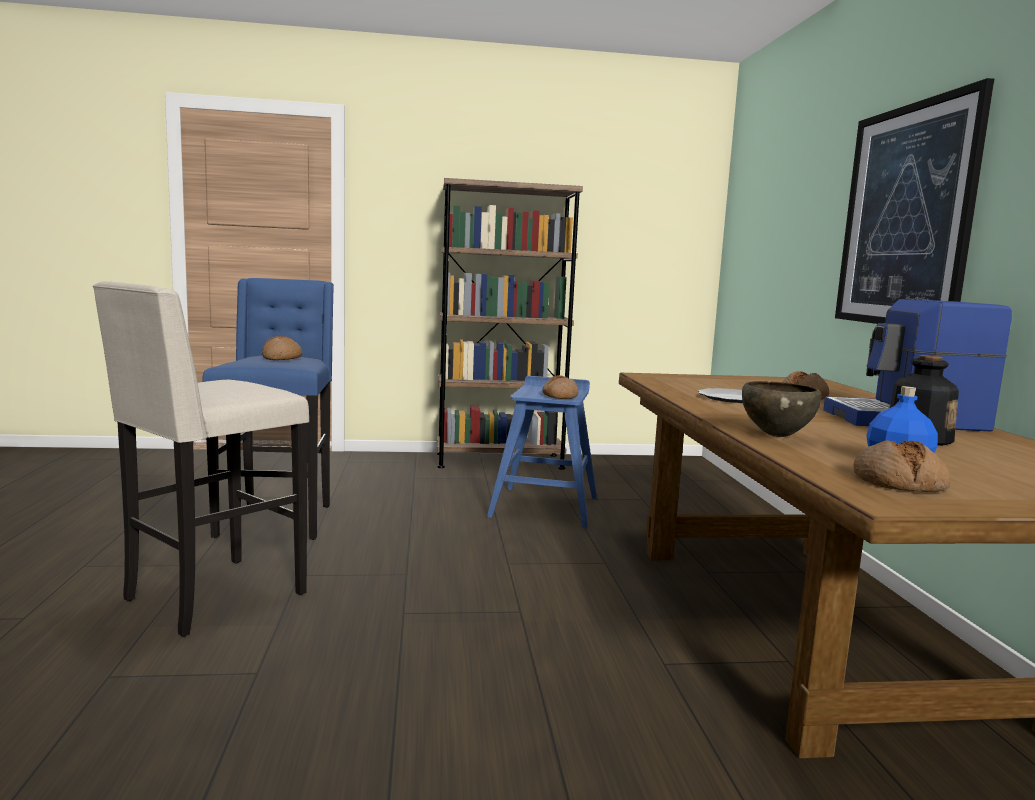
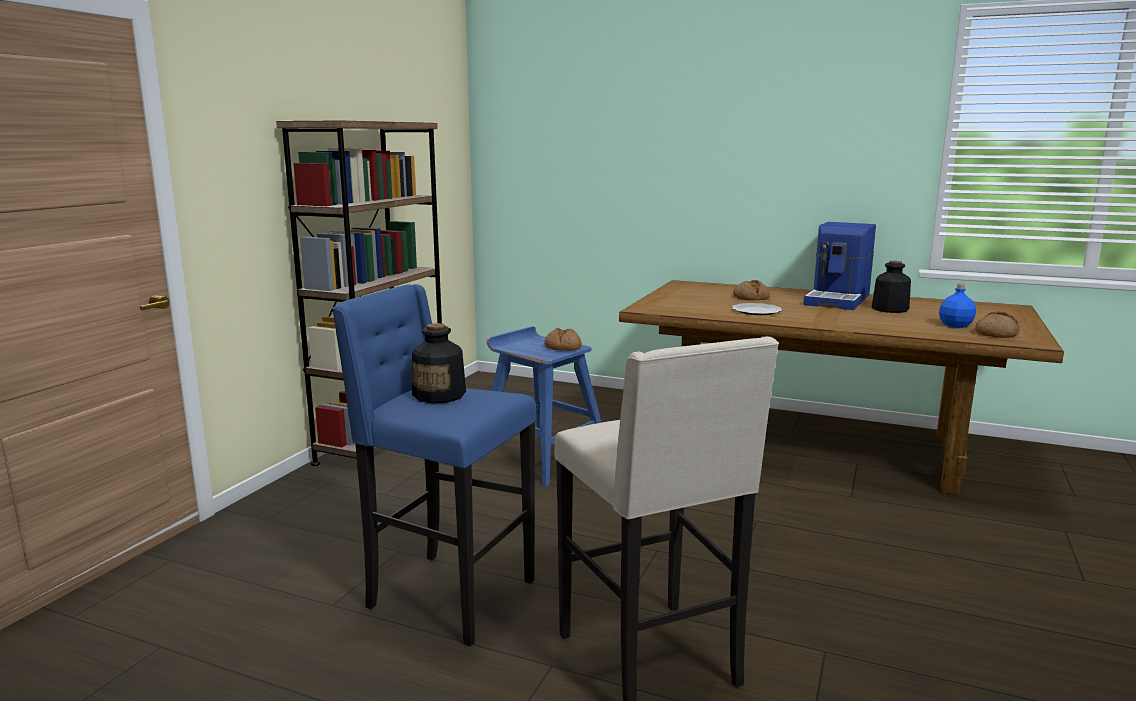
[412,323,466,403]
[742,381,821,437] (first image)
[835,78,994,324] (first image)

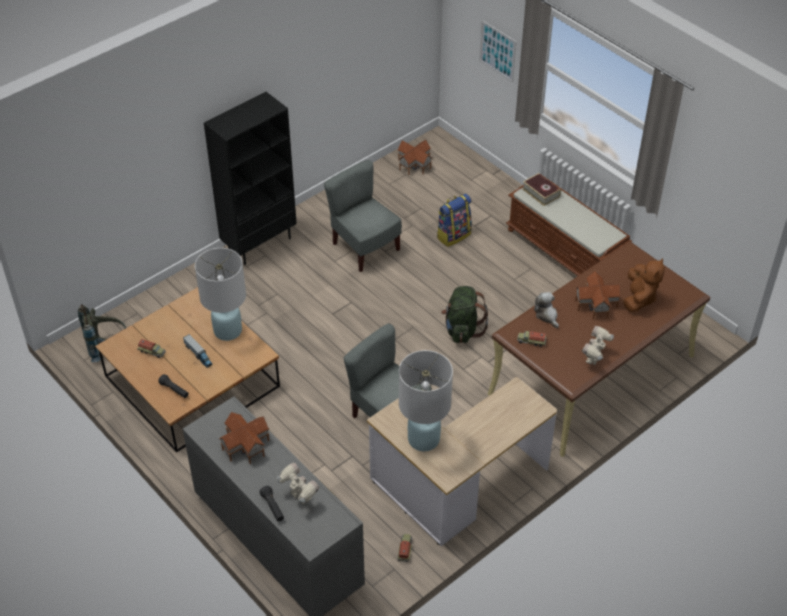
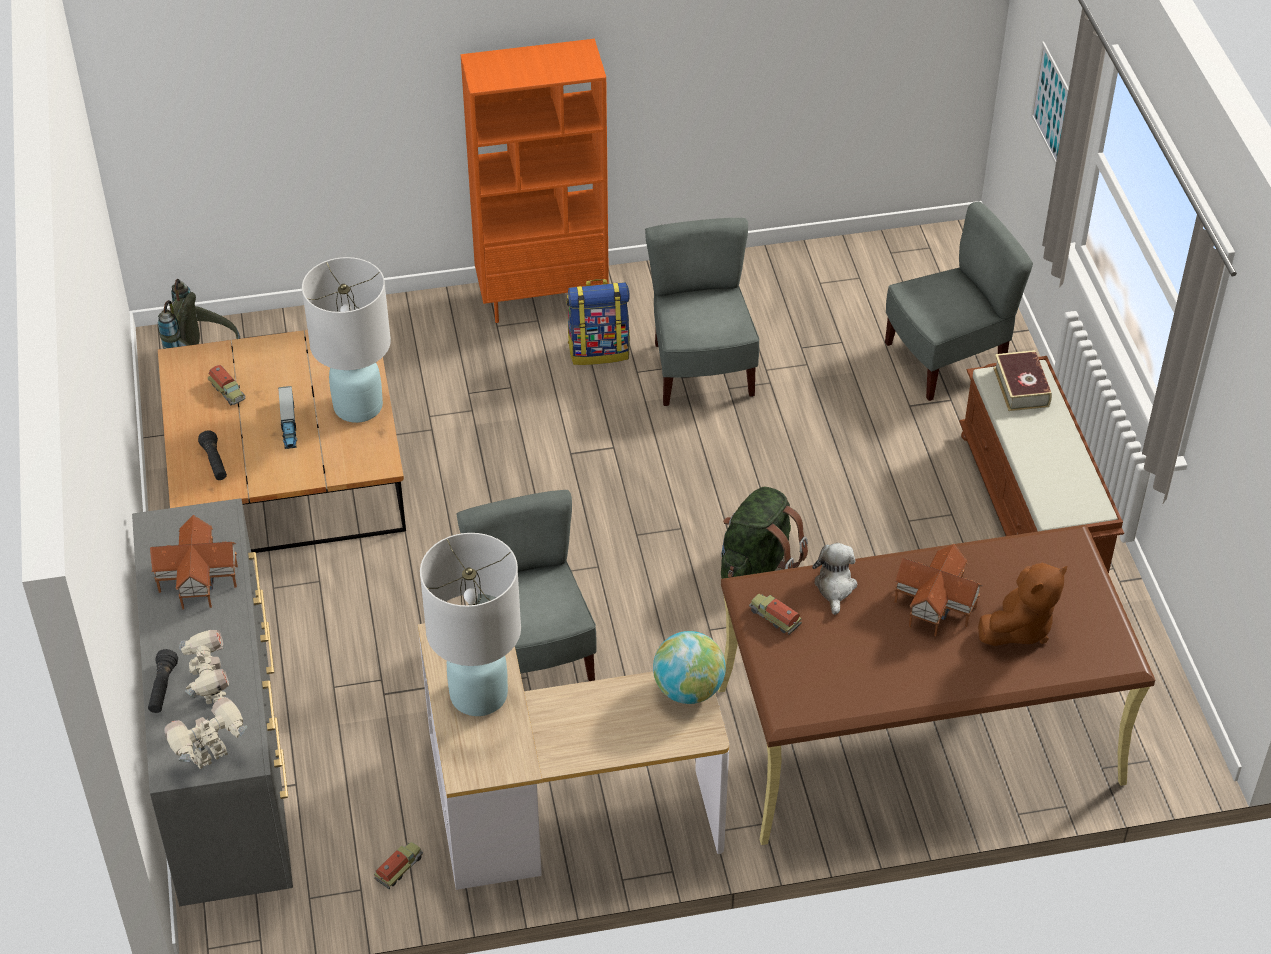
[460,39,609,323]
[398,140,432,175] (first image)
[567,279,630,365]
[164,697,248,769]
[653,631,726,704]
[885,202,1033,401]

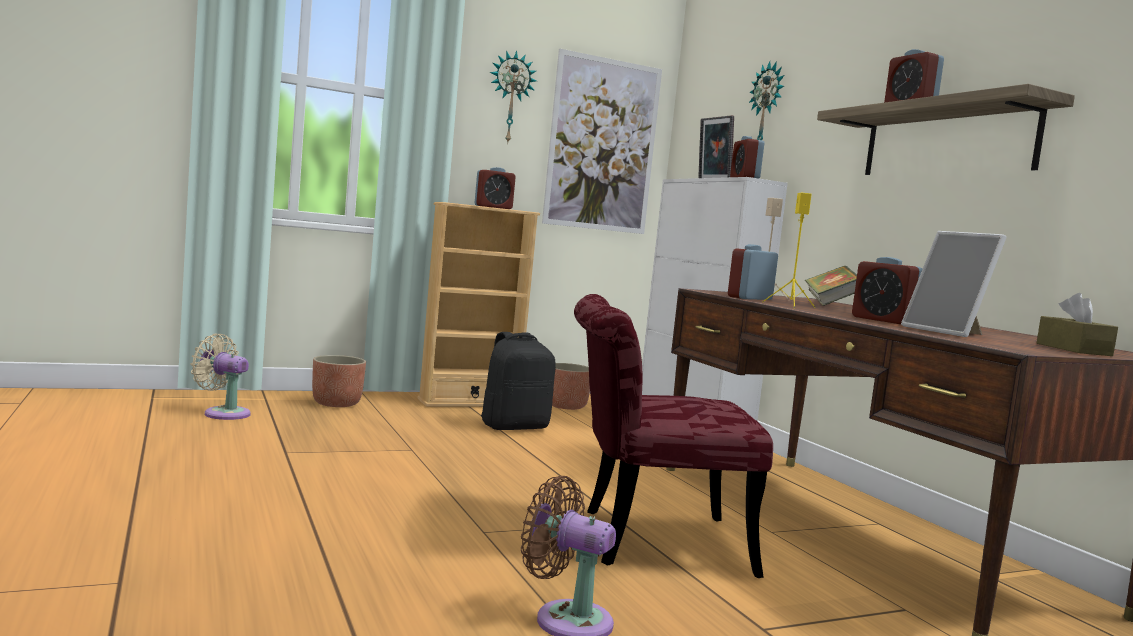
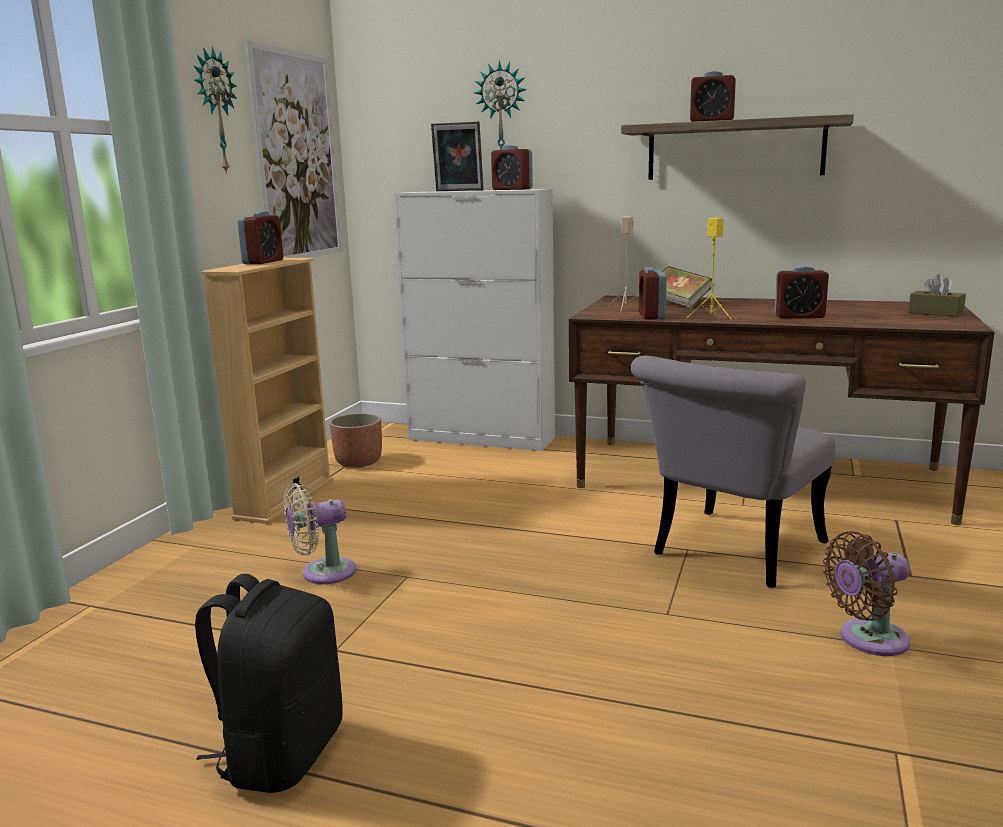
[284,483,356,584]
[312,355,366,407] (first image)
[195,574,343,793]
[631,356,836,588]
[901,231,1007,337] (first image)

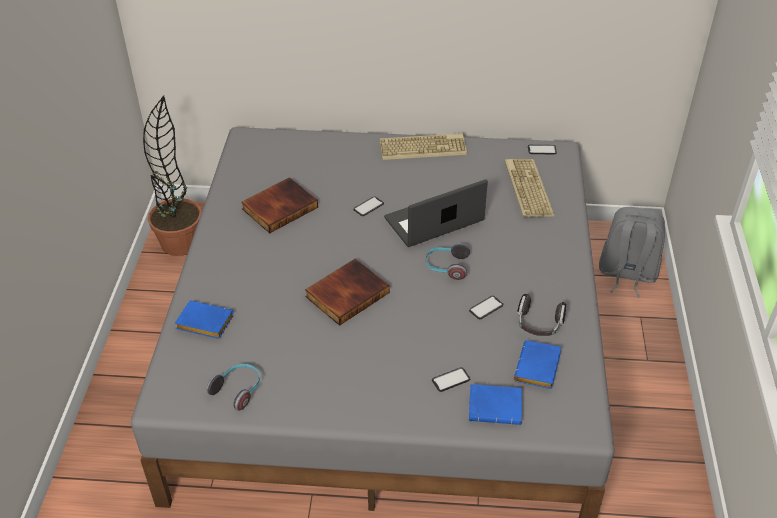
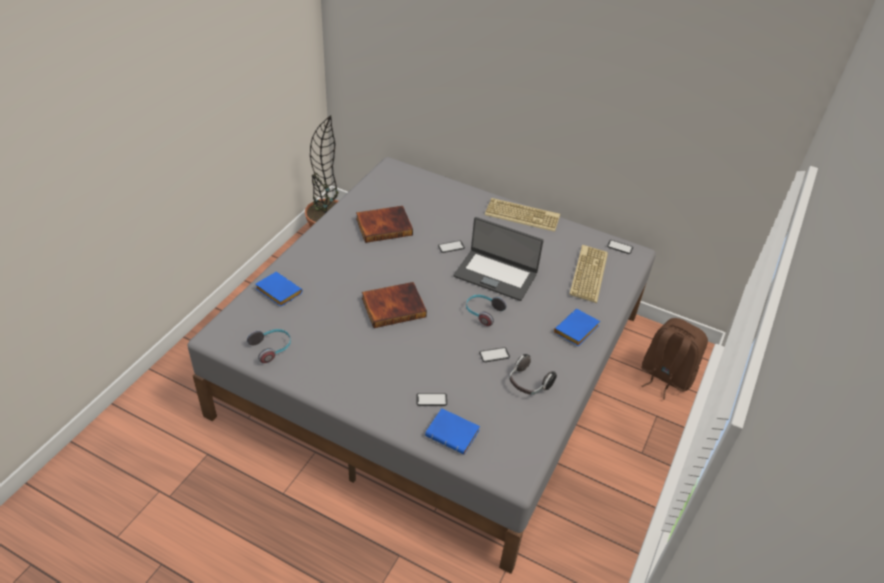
[454,217,544,301]
[554,309,600,346]
[642,318,708,400]

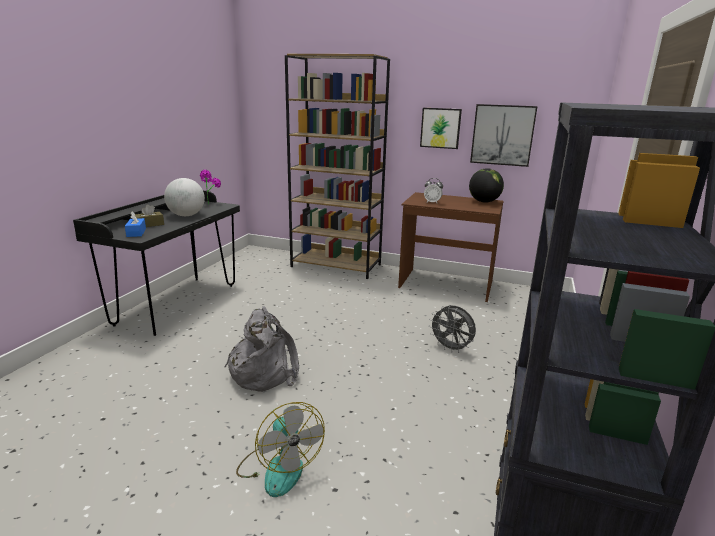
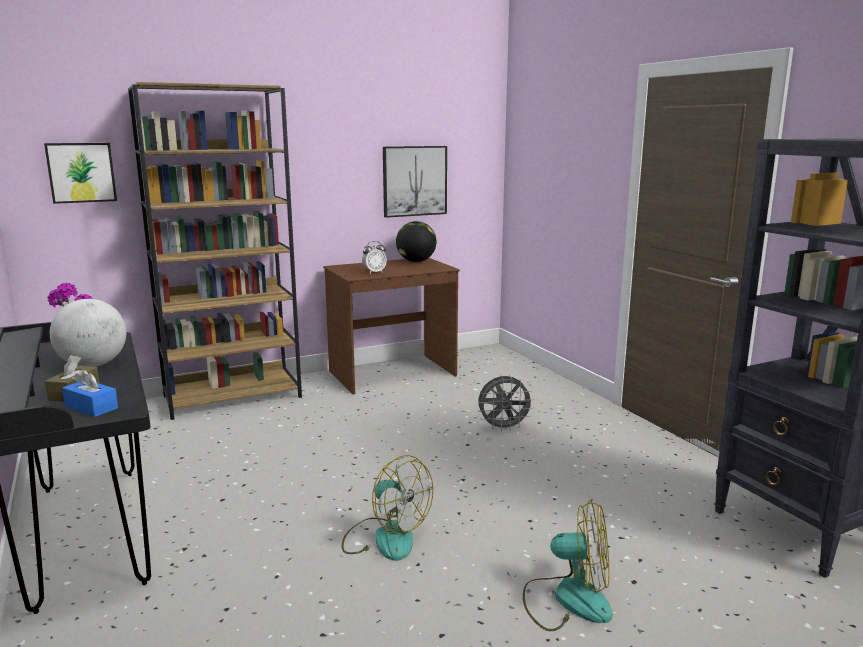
[342,455,433,561]
[44,143,117,204]

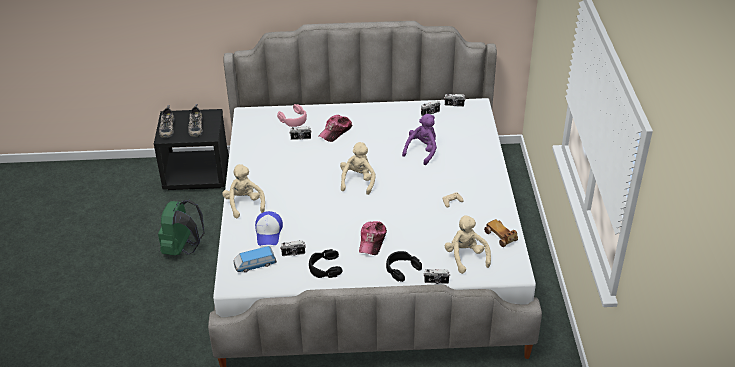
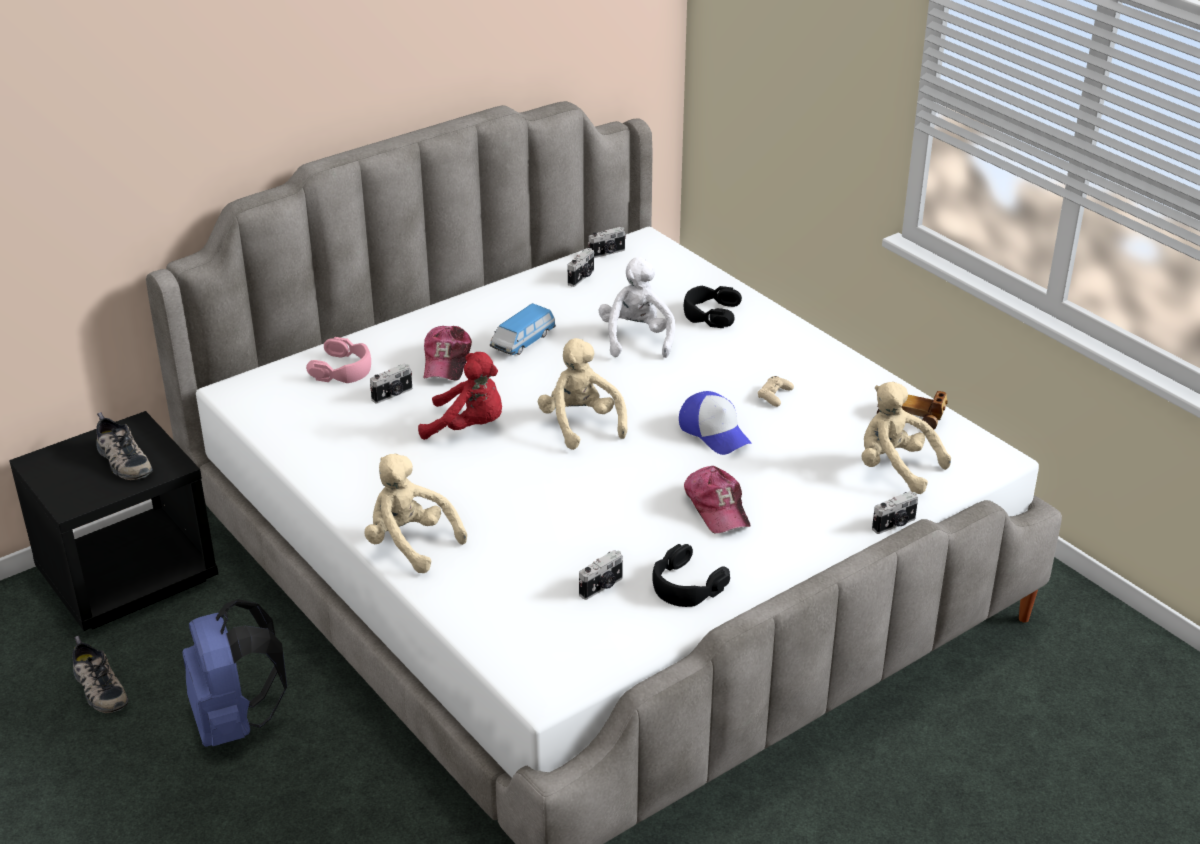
[182,599,287,747]
[73,636,128,713]
[490,303,556,355]
[679,391,752,455]
[684,286,742,328]
[599,257,675,358]
[418,352,502,440]

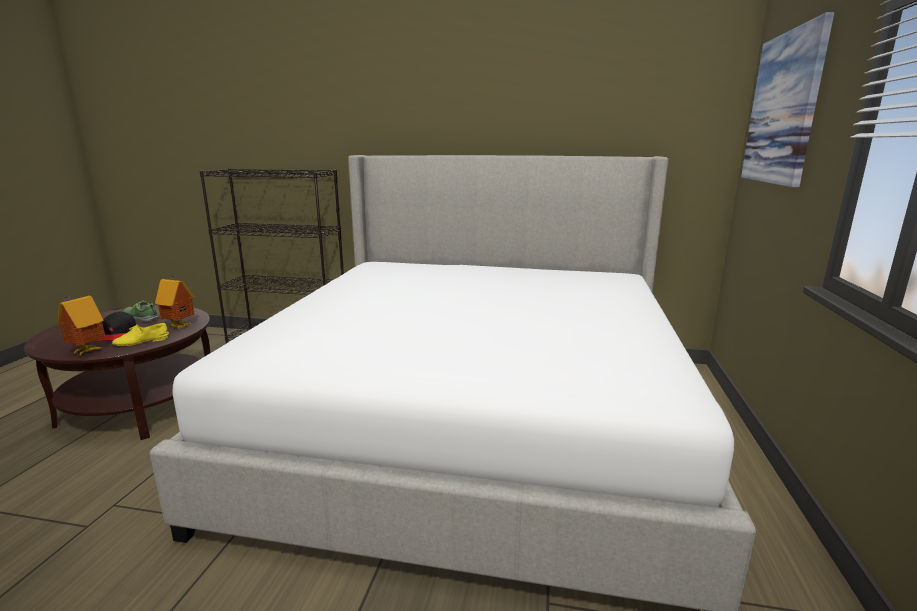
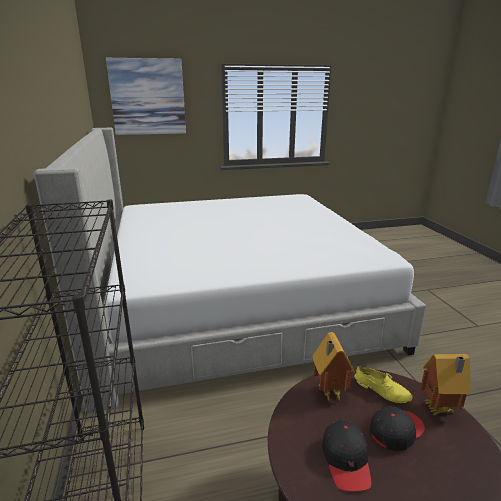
[322,420,371,492]

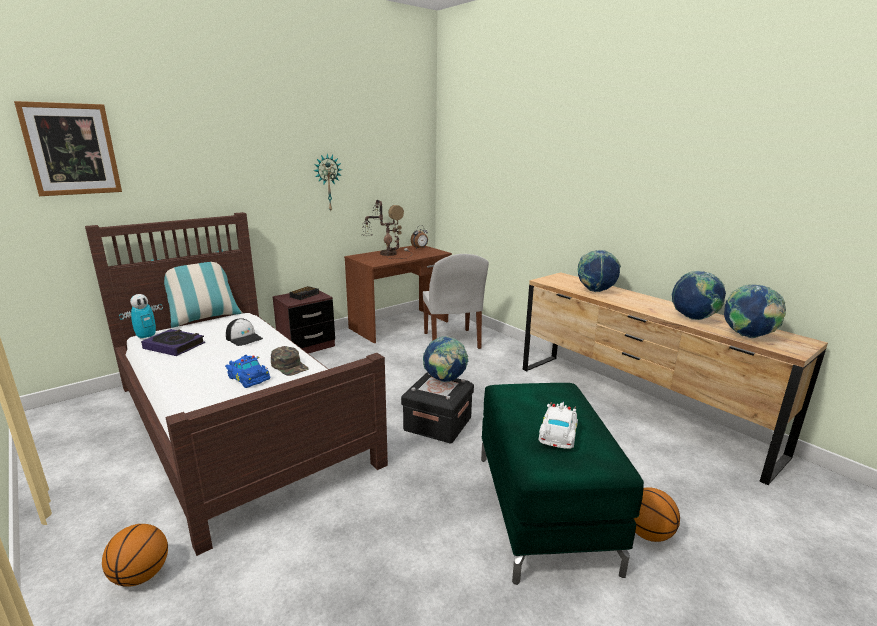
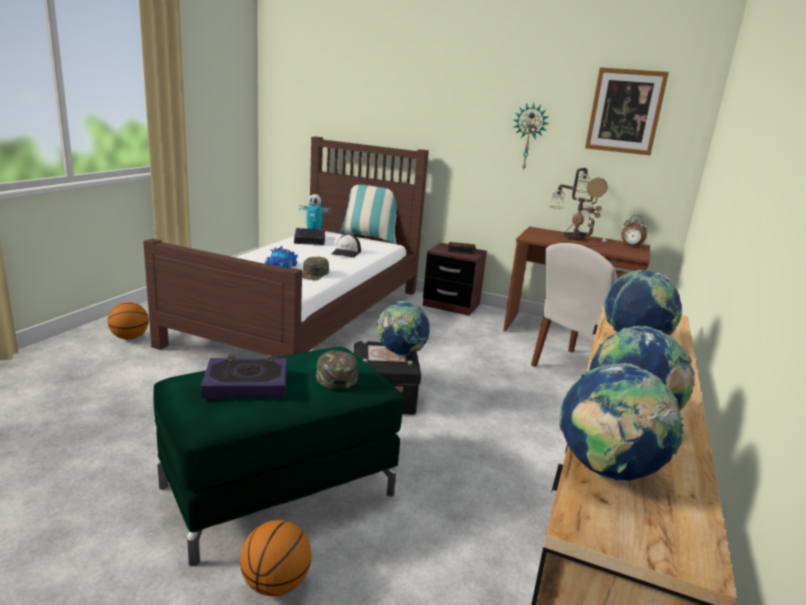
[585,67,669,155]
[201,356,287,399]
[316,350,358,389]

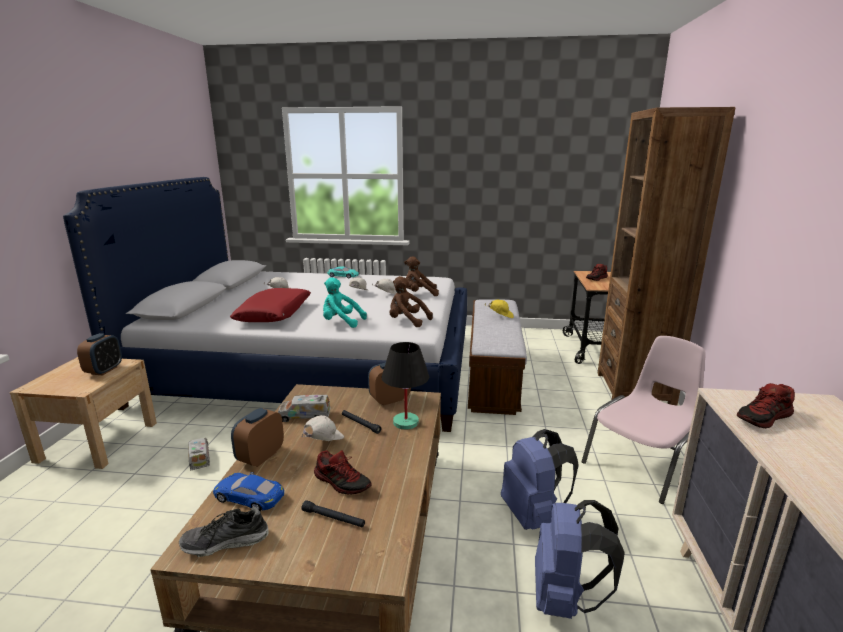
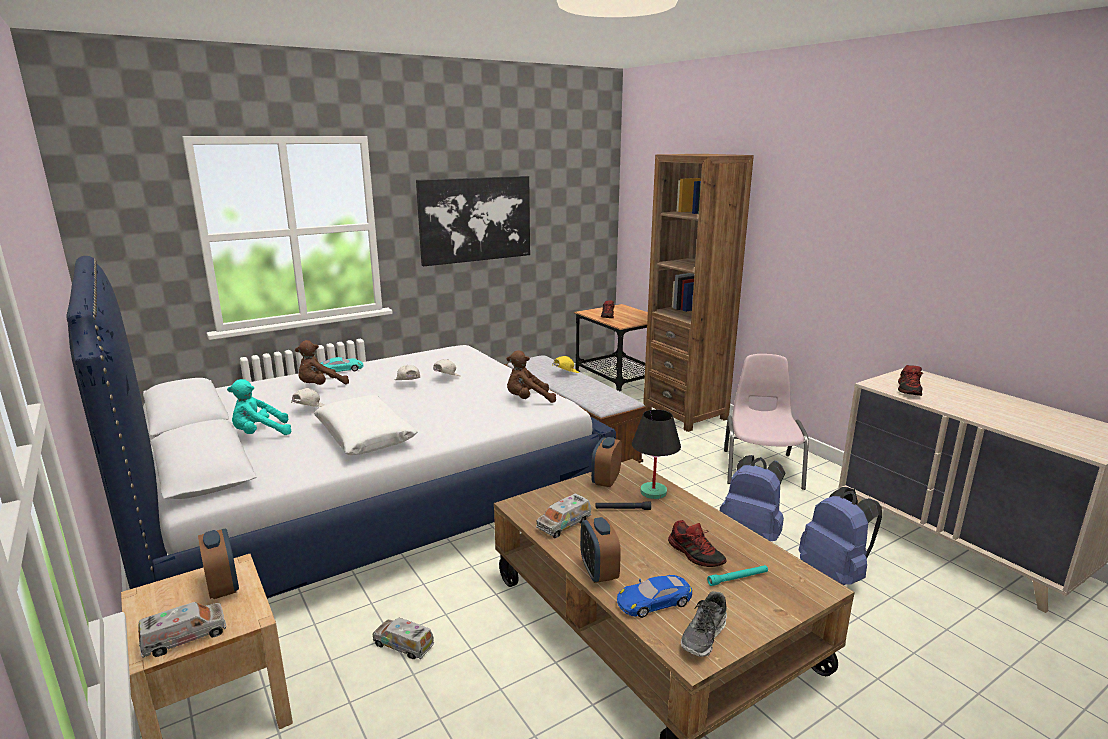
[314,395,418,455]
[302,415,344,441] (first image)
[707,565,768,586]
[668,520,727,567]
[227,379,291,435]
[295,340,349,385]
[138,602,226,658]
[416,176,530,266]

